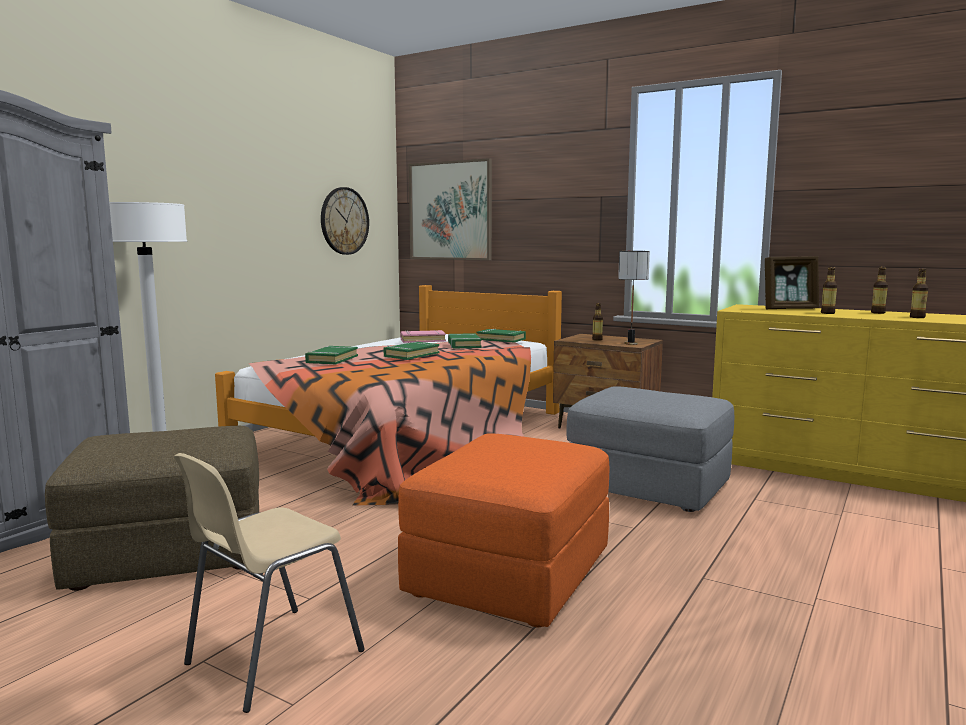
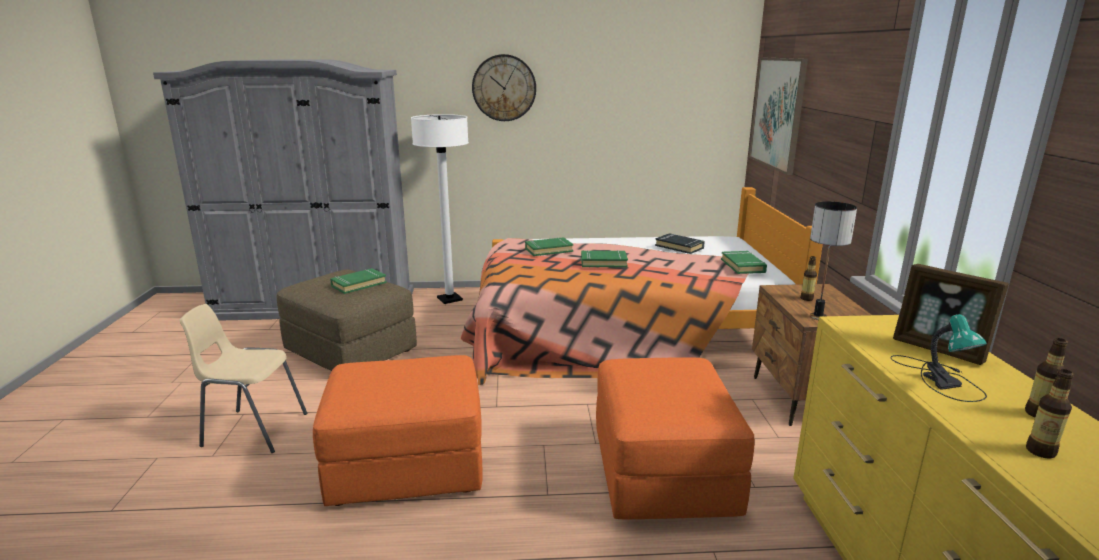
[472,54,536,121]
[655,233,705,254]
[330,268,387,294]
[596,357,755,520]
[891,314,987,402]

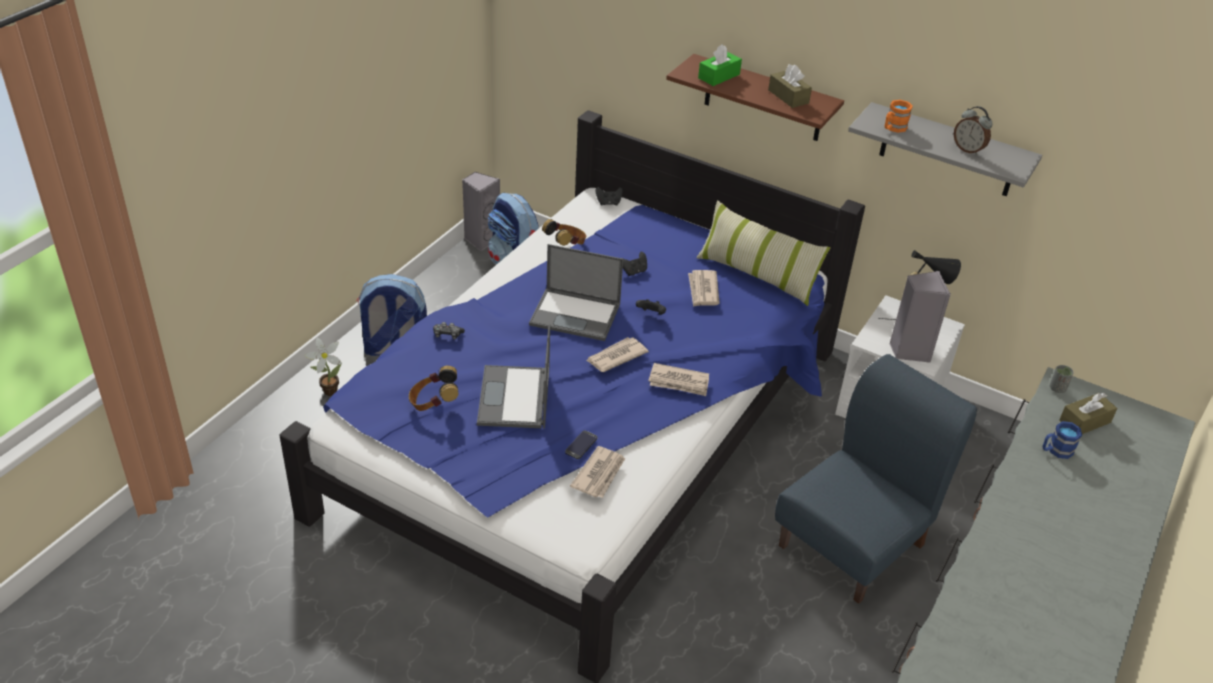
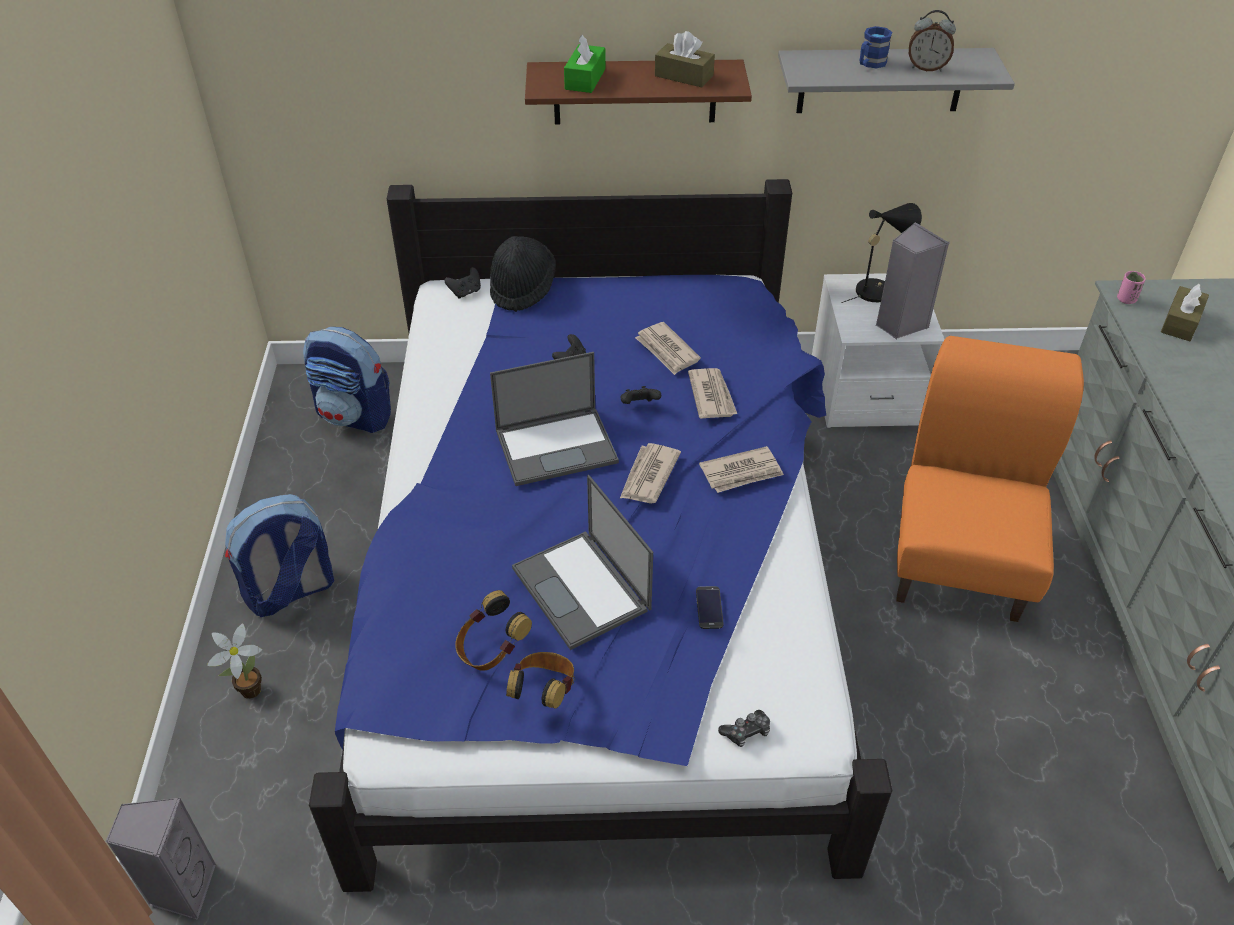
[718,710,770,747]
[105,798,217,920]
[506,652,575,708]
[688,368,737,419]
[696,201,831,306] (first image)
[896,336,1084,622]
[885,100,913,133] (first image)
[859,26,892,69]
[1117,271,1146,304]
[490,236,556,312]

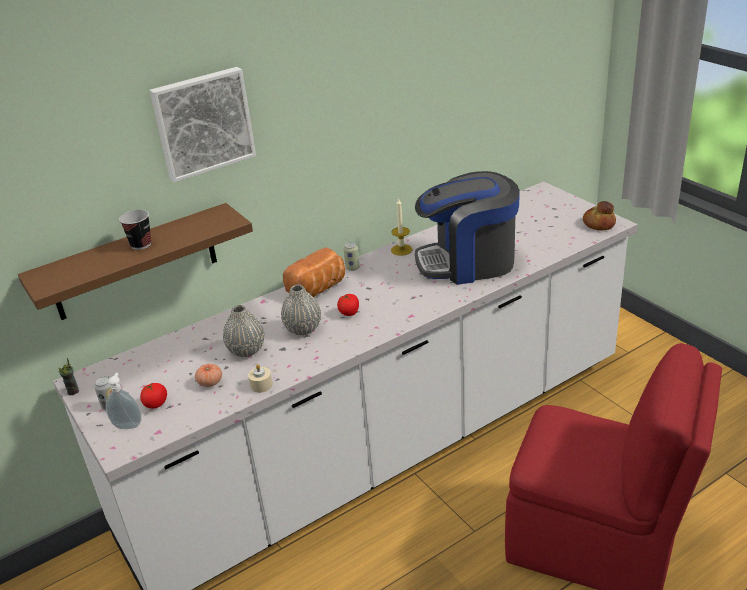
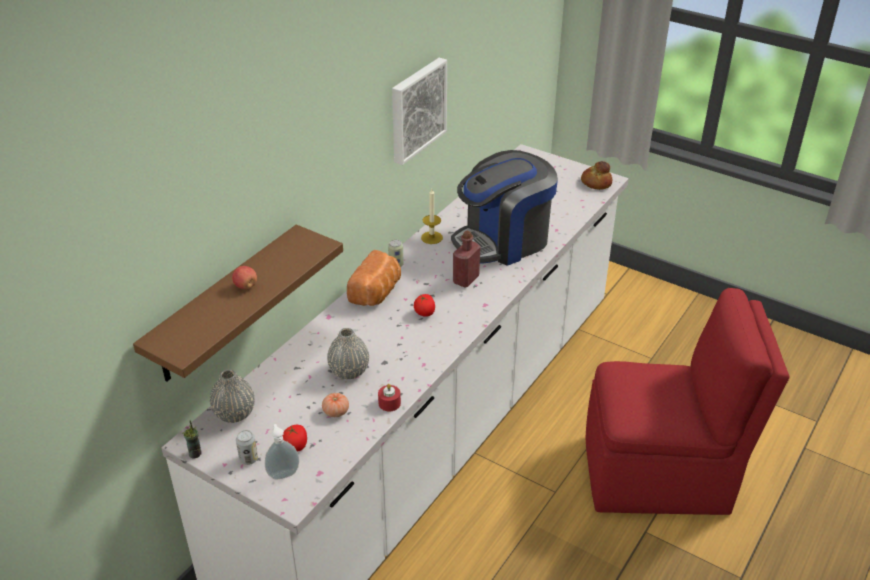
[232,266,257,289]
[392,58,447,165]
[378,384,401,411]
[210,369,255,423]
[453,231,480,287]

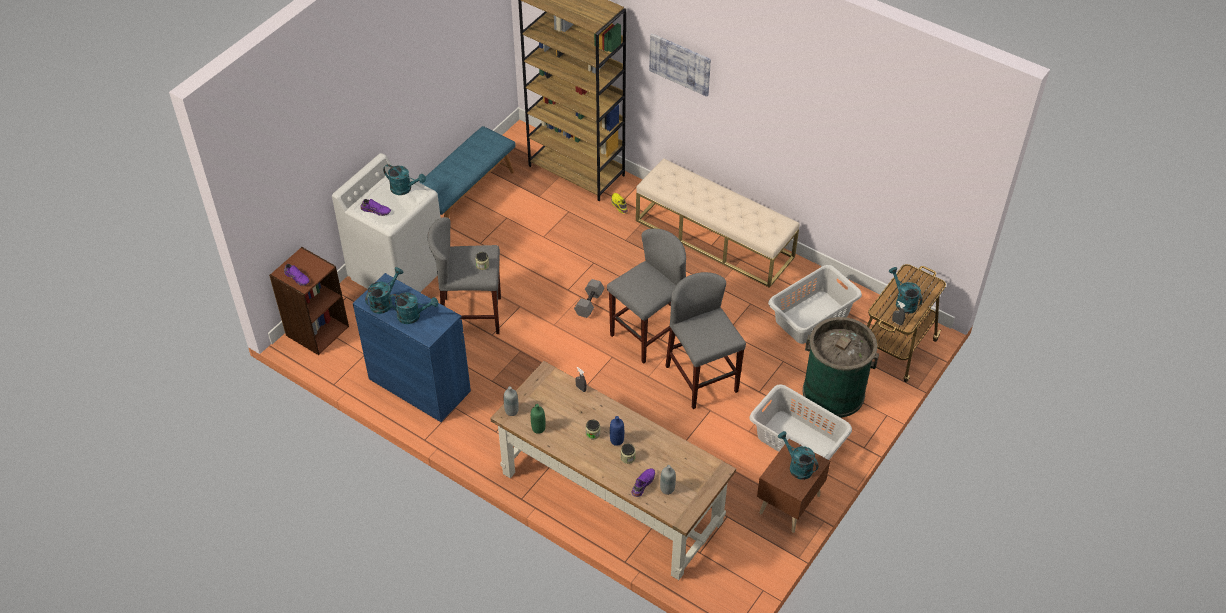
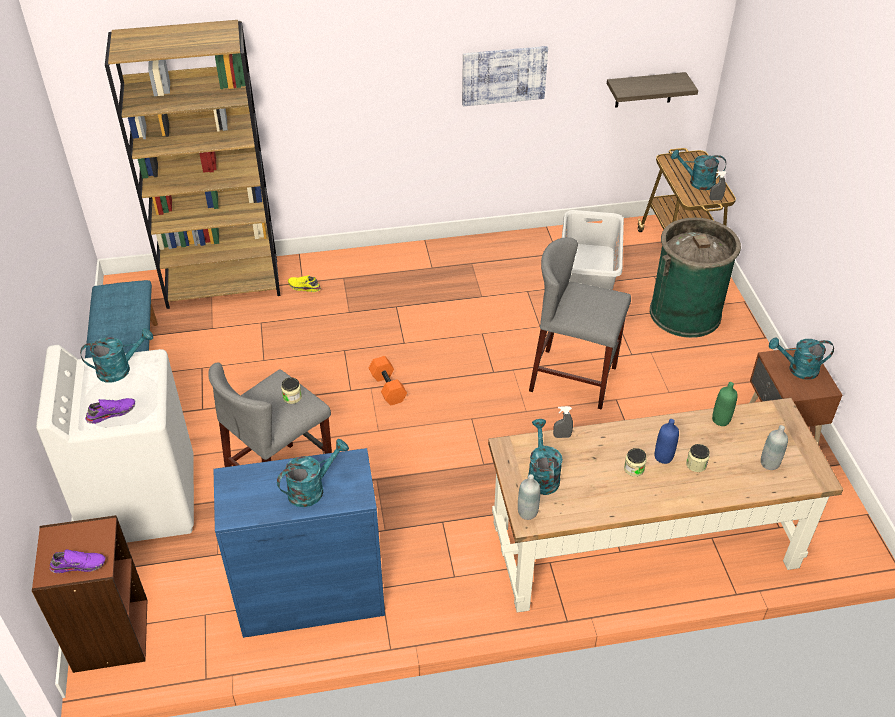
[528,419,563,495]
[712,382,738,426]
[369,356,407,405]
[607,229,686,364] (first image)
[631,468,655,497] (first image)
[636,159,800,288] (first image)
[462,46,548,106]
[750,385,852,460] (first image)
[607,72,698,108]

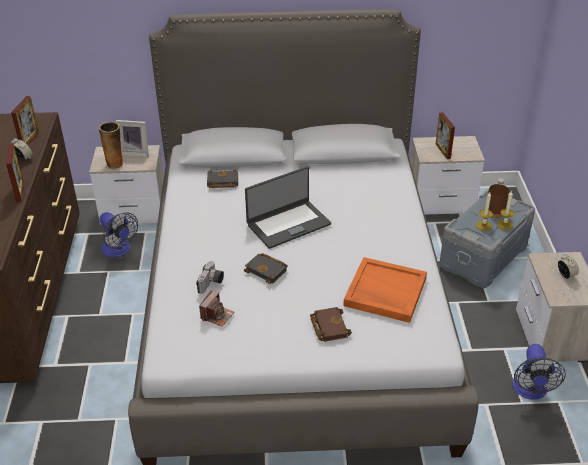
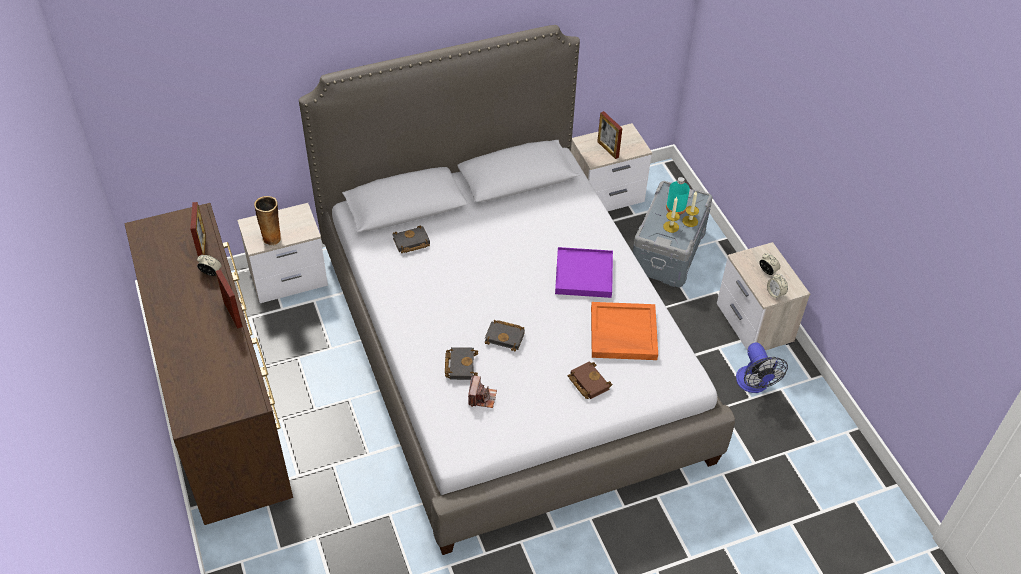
[100,212,138,257] (first image)
[116,120,149,157] (first image)
[445,347,478,380]
[245,166,331,249] (first image)
[666,177,690,215]
[555,247,613,298]
[767,274,788,299]

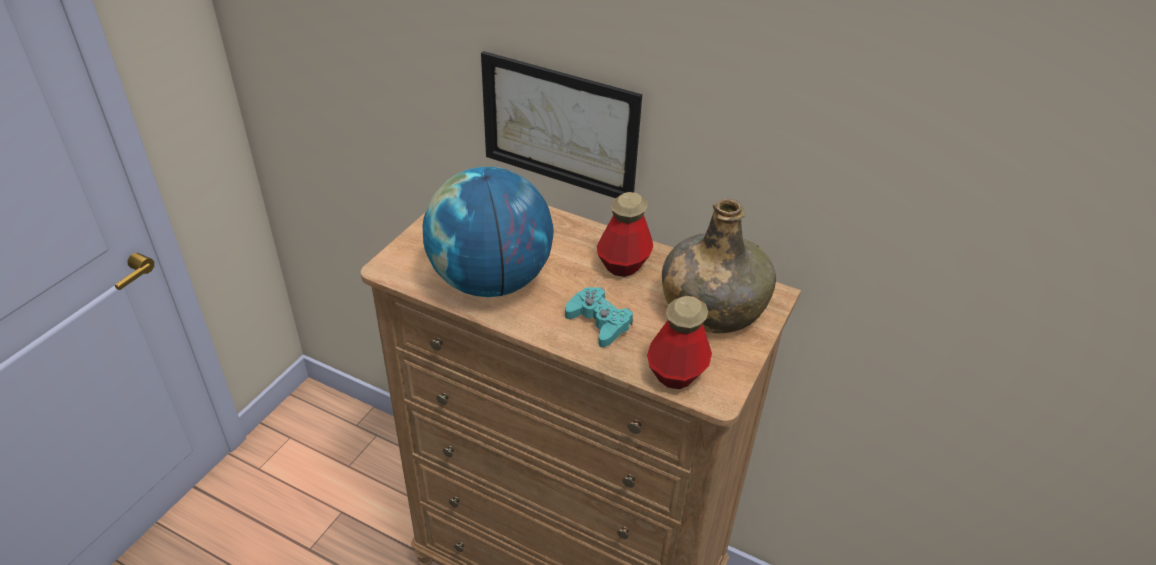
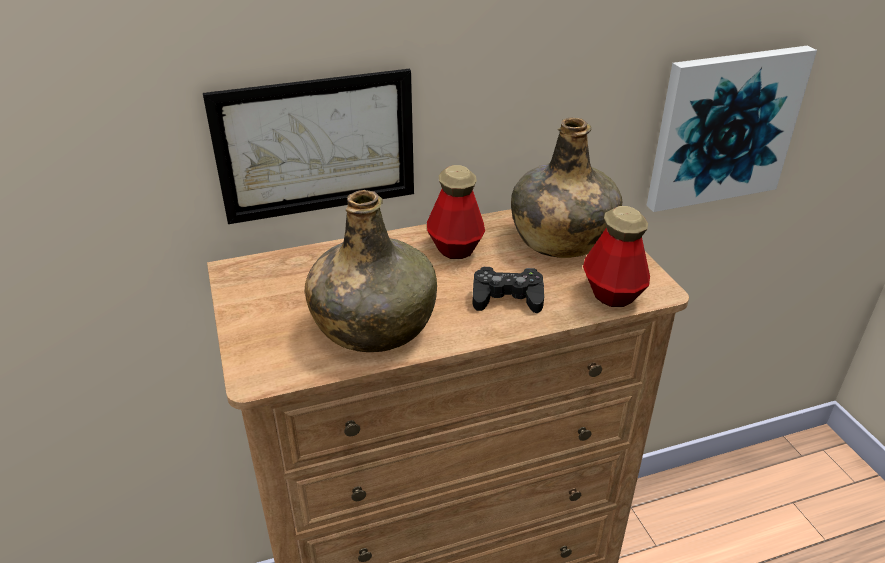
[305,190,437,352]
[472,267,544,313]
[646,46,817,212]

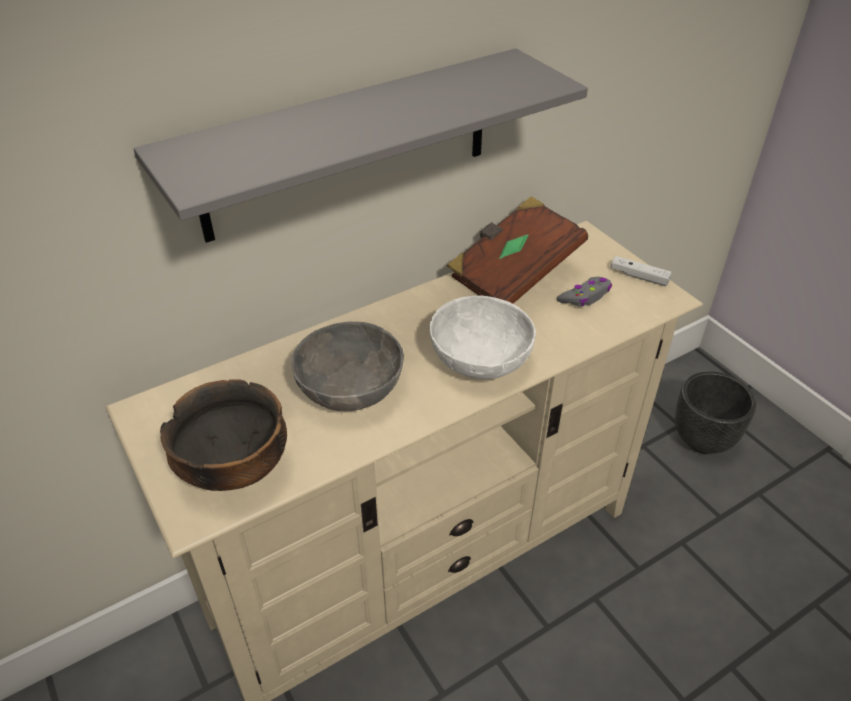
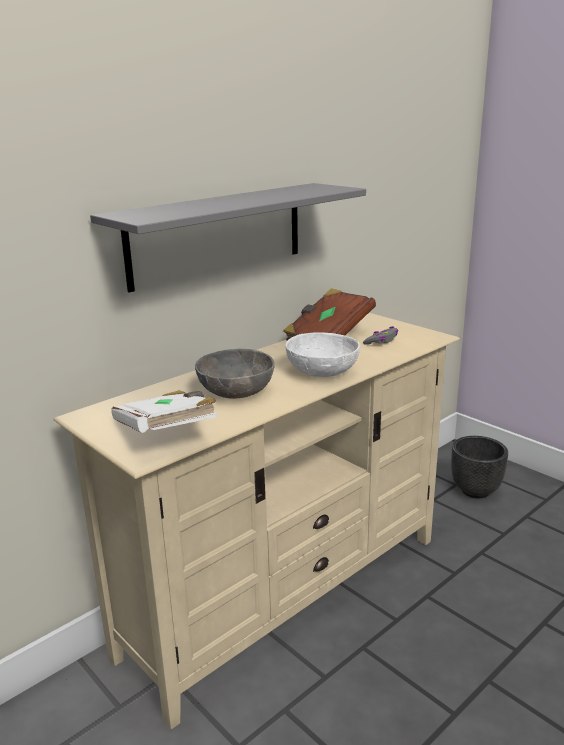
[111,390,217,433]
[611,256,672,286] (first image)

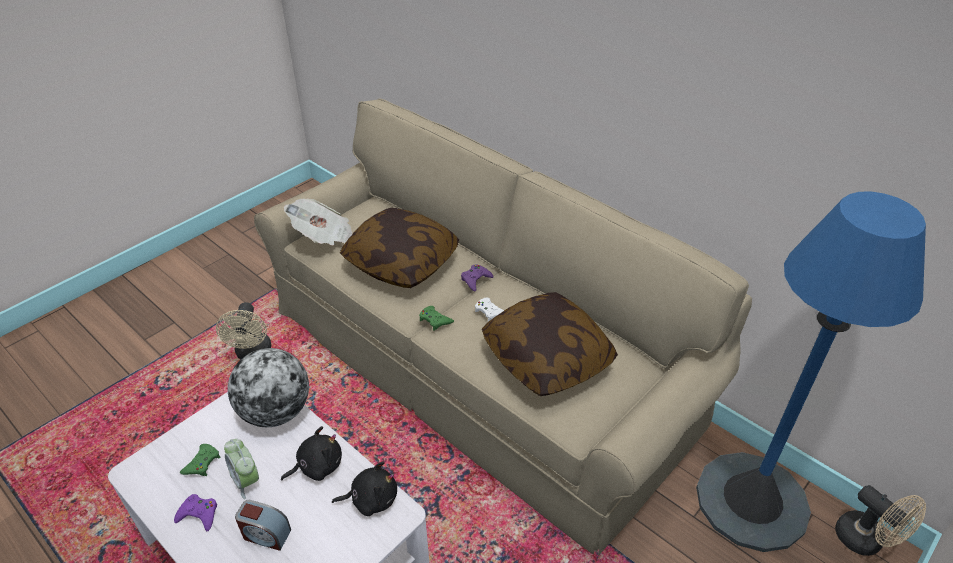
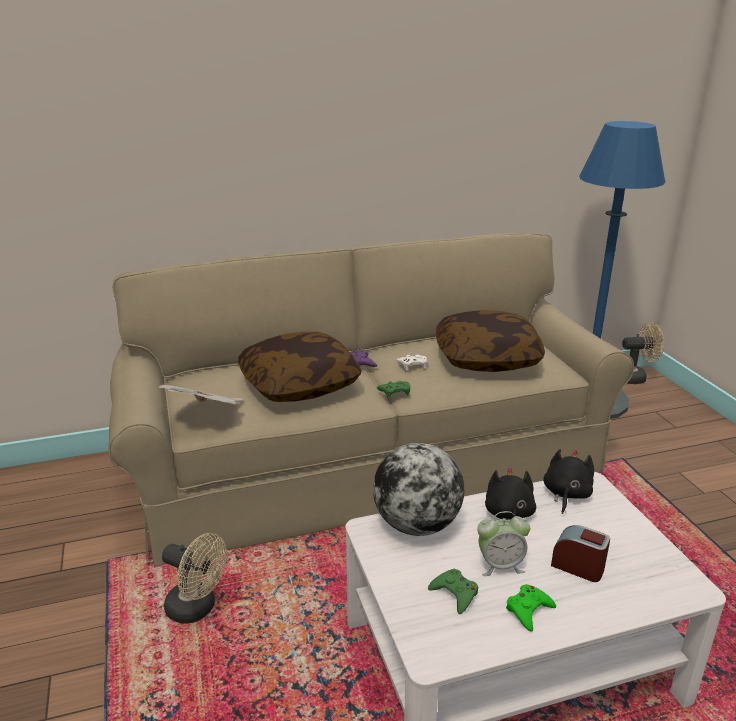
[506,584,556,632]
[551,525,610,582]

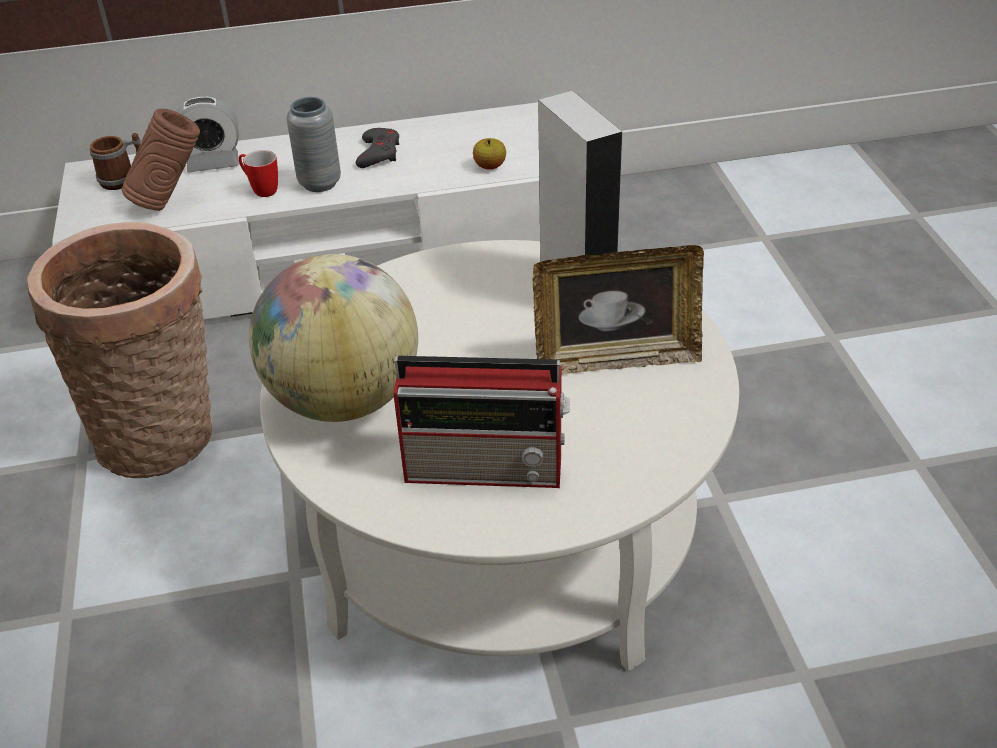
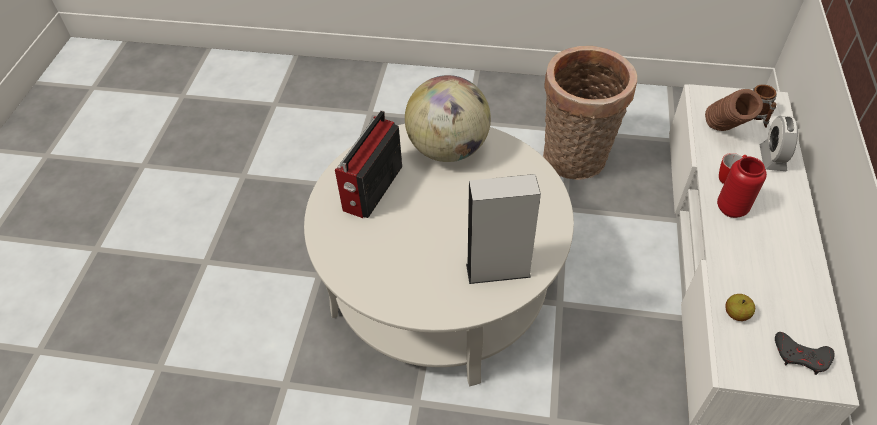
[717,157,767,218]
[775,332,835,375]
[533,245,704,375] (first image)

